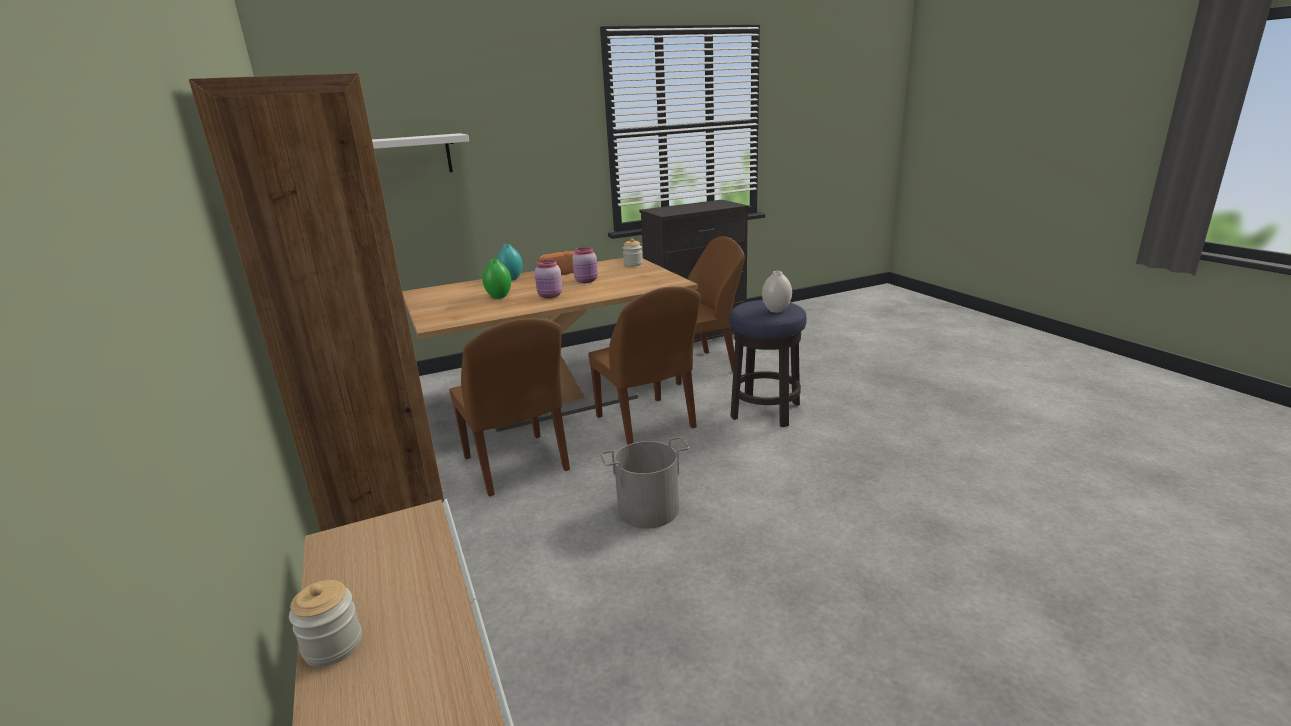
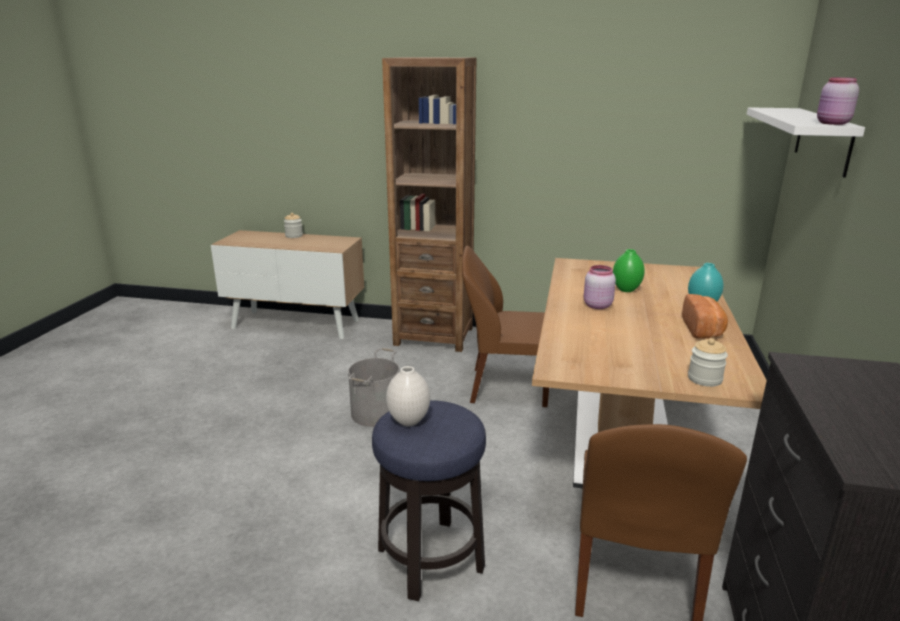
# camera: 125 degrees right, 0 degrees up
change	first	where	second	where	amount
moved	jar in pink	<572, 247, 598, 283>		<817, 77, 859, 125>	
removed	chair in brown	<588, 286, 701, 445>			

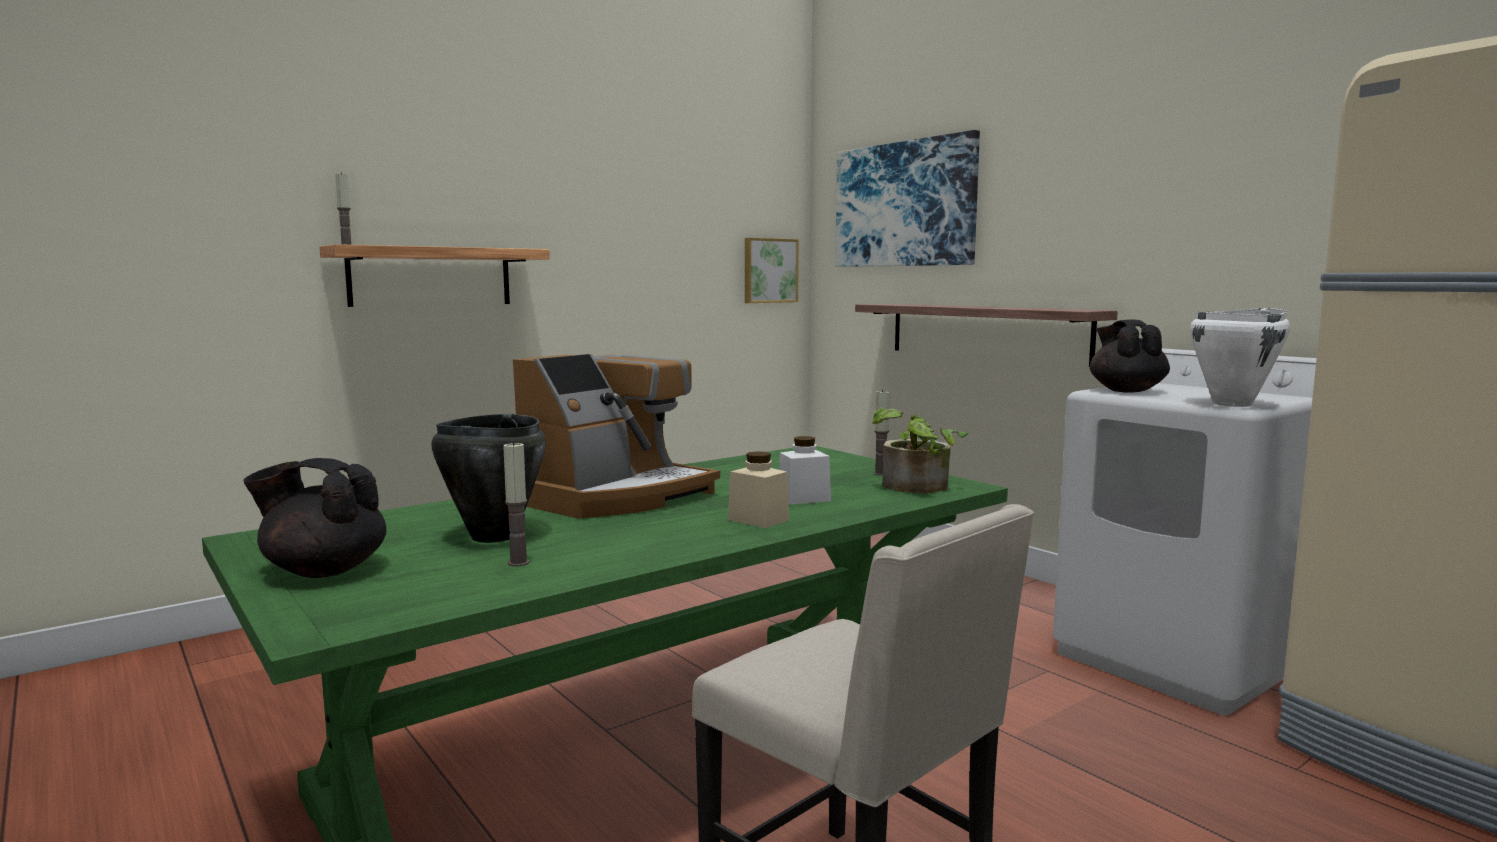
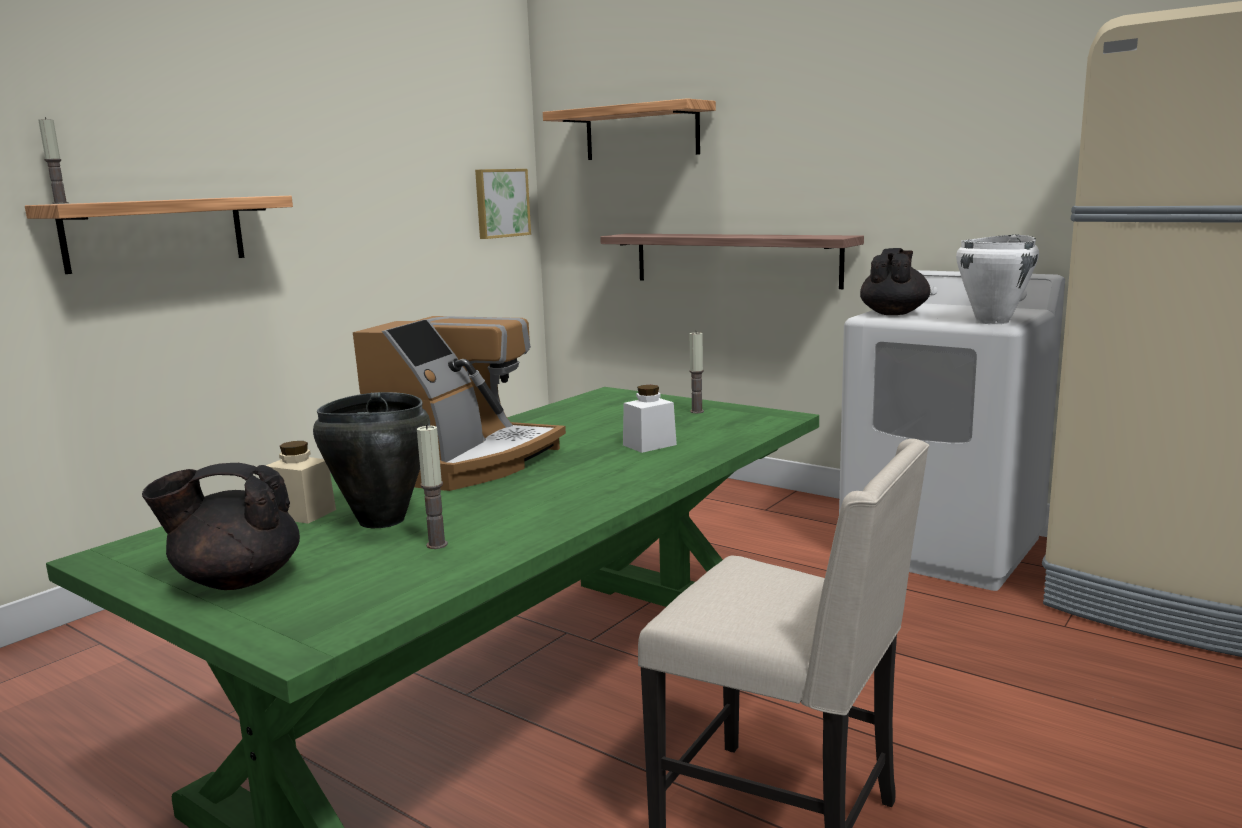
# camera: 15 degrees left, 5 degrees up
change	first	where	second	where	amount
replaced	picture	<835, 130, 980, 267>	shelf	<543, 98, 716, 160>	
turned	teapot in black	<1090, 320, 1170, 393>		<860, 248, 931, 315>	45 degrees clockwise
removed	potted plant	<872, 407, 969, 494>			
moved	jar in beige	<728, 451, 789, 529>		<266, 441, 336, 524>	

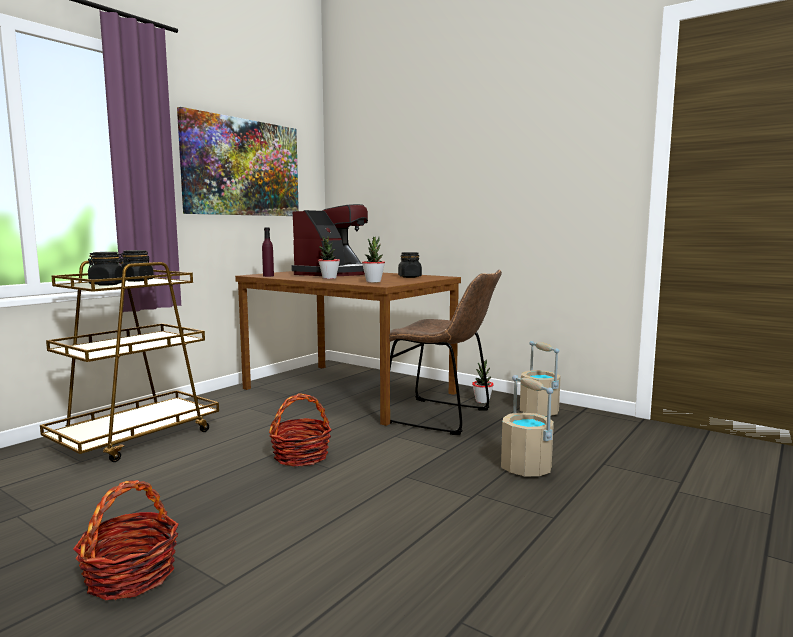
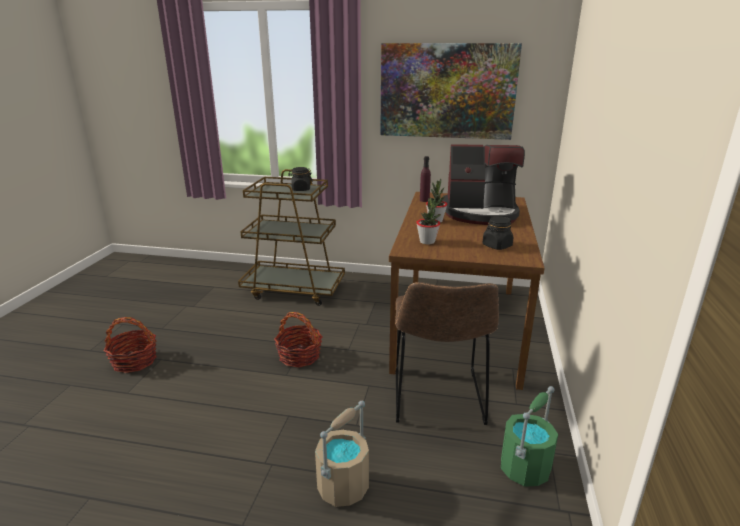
# camera: 65 degrees right, 15 degrees up
change	first	where	second	where	amount
removed	jar in black	<88, 252, 126, 286>			
recoloured	bucket in beige	<520, 341, 561, 416>	bucket in green	<501, 386, 558, 487>	
removed	potted plant	<472, 359, 494, 403>			

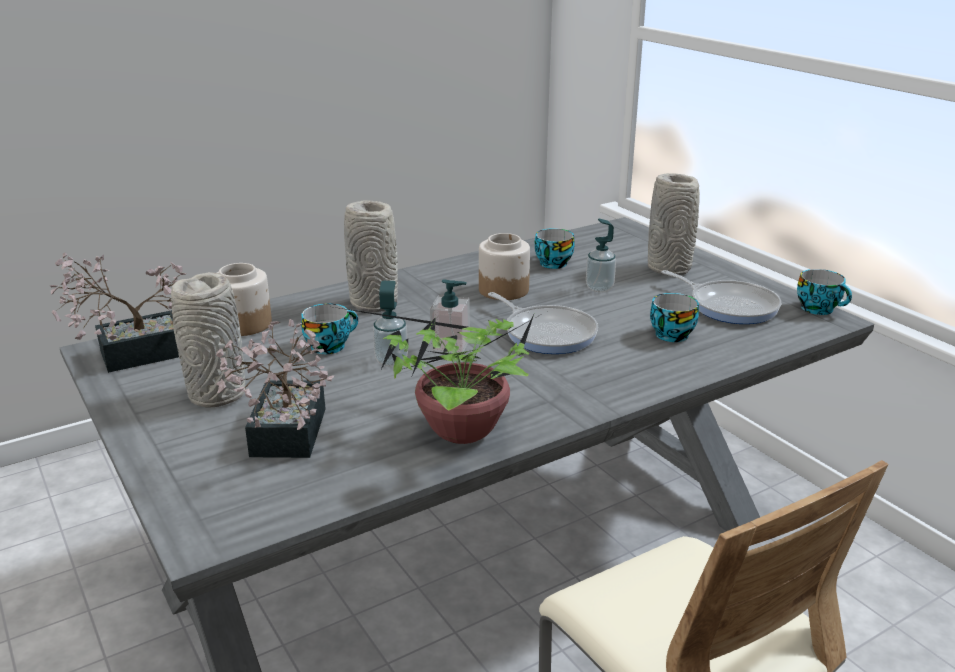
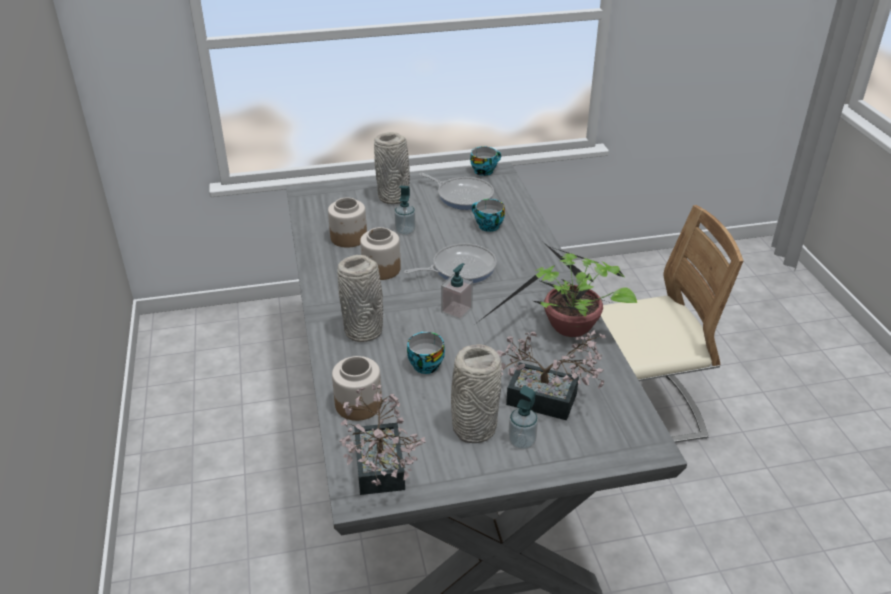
# camera: 70 degrees left, 10 degrees up
change	first	where	second	where	amount
replaced	cup	<534, 228, 575, 269>	jar	<328, 197, 367, 248>	
turned	frying pan	<661, 270, 781, 324>		<419, 173, 494, 210>	60 degrees clockwise
moved	soap dispenser	<373, 281, 408, 367>		<508, 385, 538, 450>	

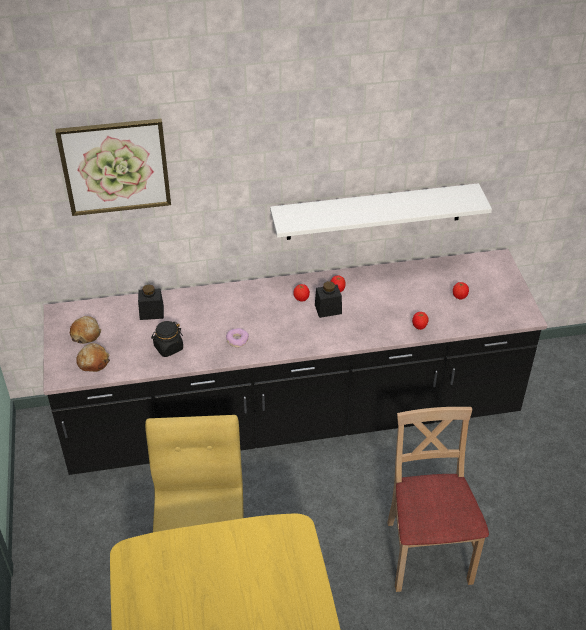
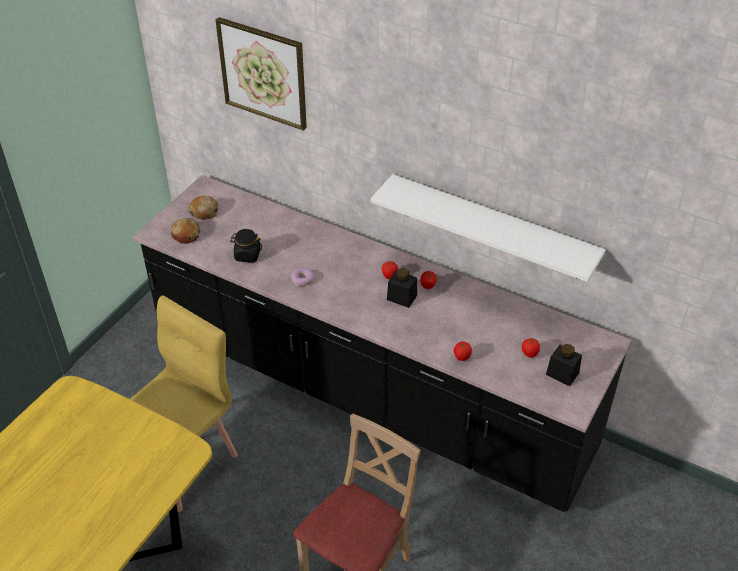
# camera: 40 degrees right, 0 degrees up
change	first	where	second	where	amount
moved	jar in black	<138, 284, 164, 320>		<546, 344, 582, 386>	

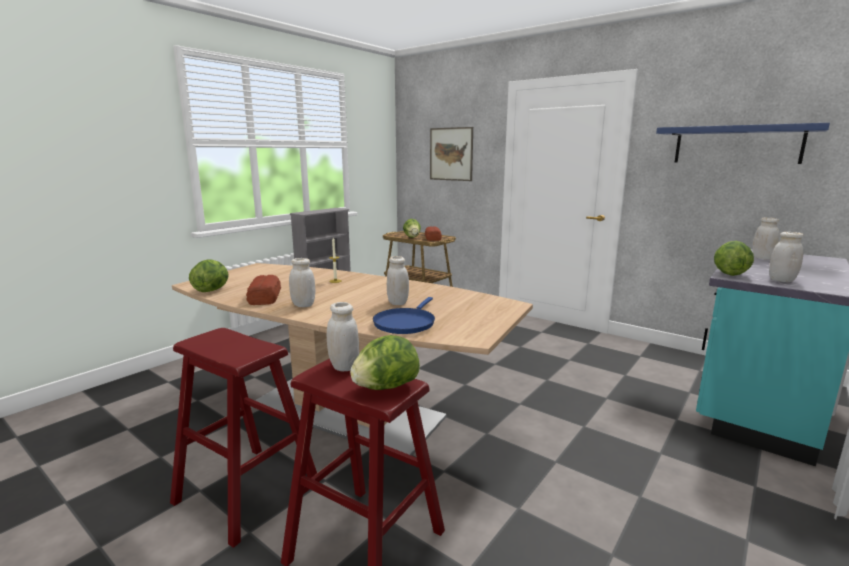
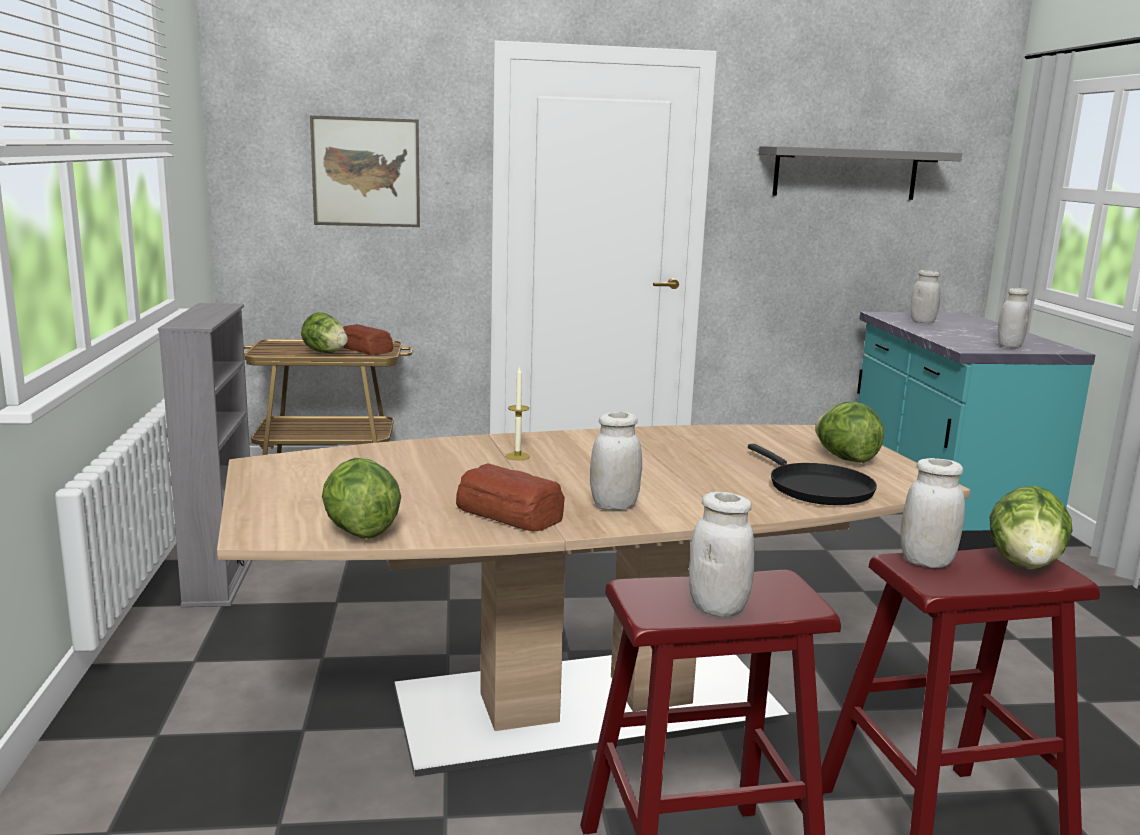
# camera: 45 degrees left, 0 degrees up
change	first	where	second	where	amount
recoloured	shelf in blue	<656, 123, 830, 164>	shelf in grey	<759, 146, 962, 200>	
moved	lettuce	<714, 241, 754, 276>		<815, 401, 884, 463>	
moved	jar in white	<387, 256, 409, 305>		<689, 491, 755, 617>	
recoloured	frying pan in blue	<373, 297, 435, 334>	frying pan in black	<748, 444, 877, 505>	

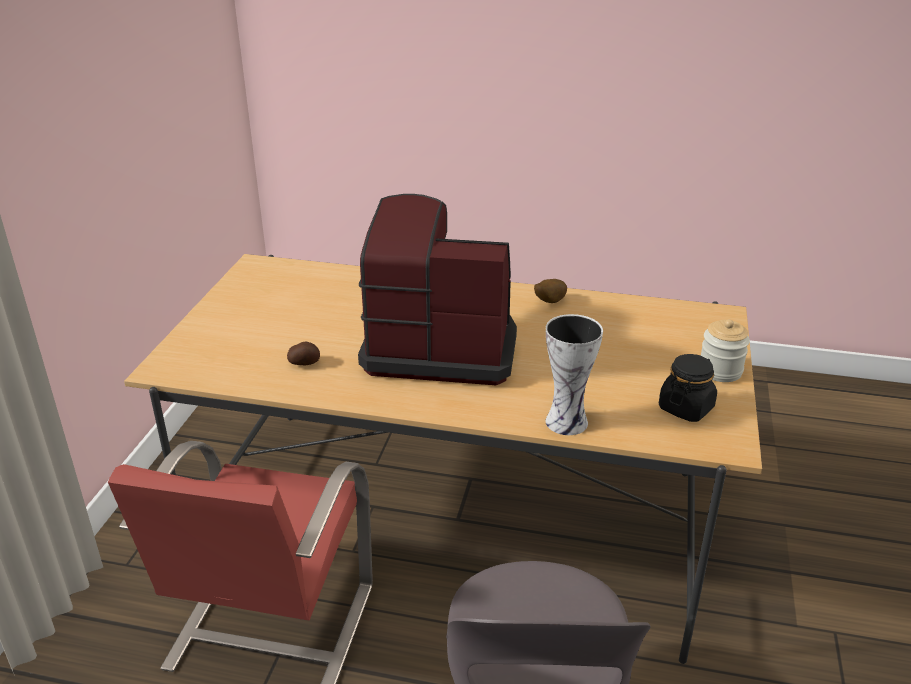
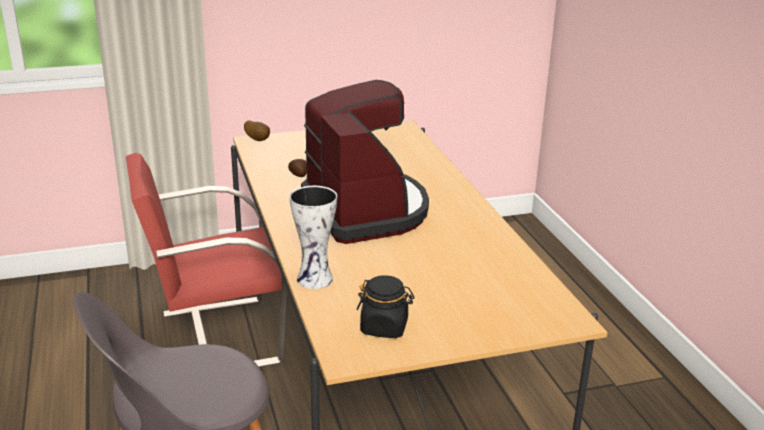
# camera: 60 degrees right, 5 degrees down
change	first	where	second	where	amount
moved	potato	<534, 279, 567, 303>		<244, 121, 270, 141>	
removed	jar	<701, 319, 750, 382>			

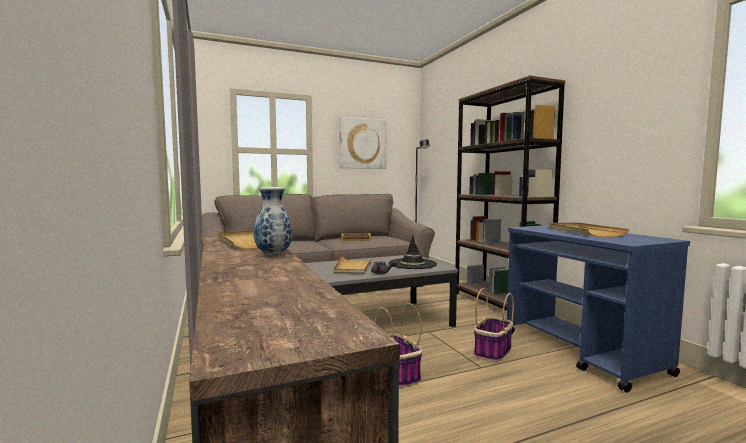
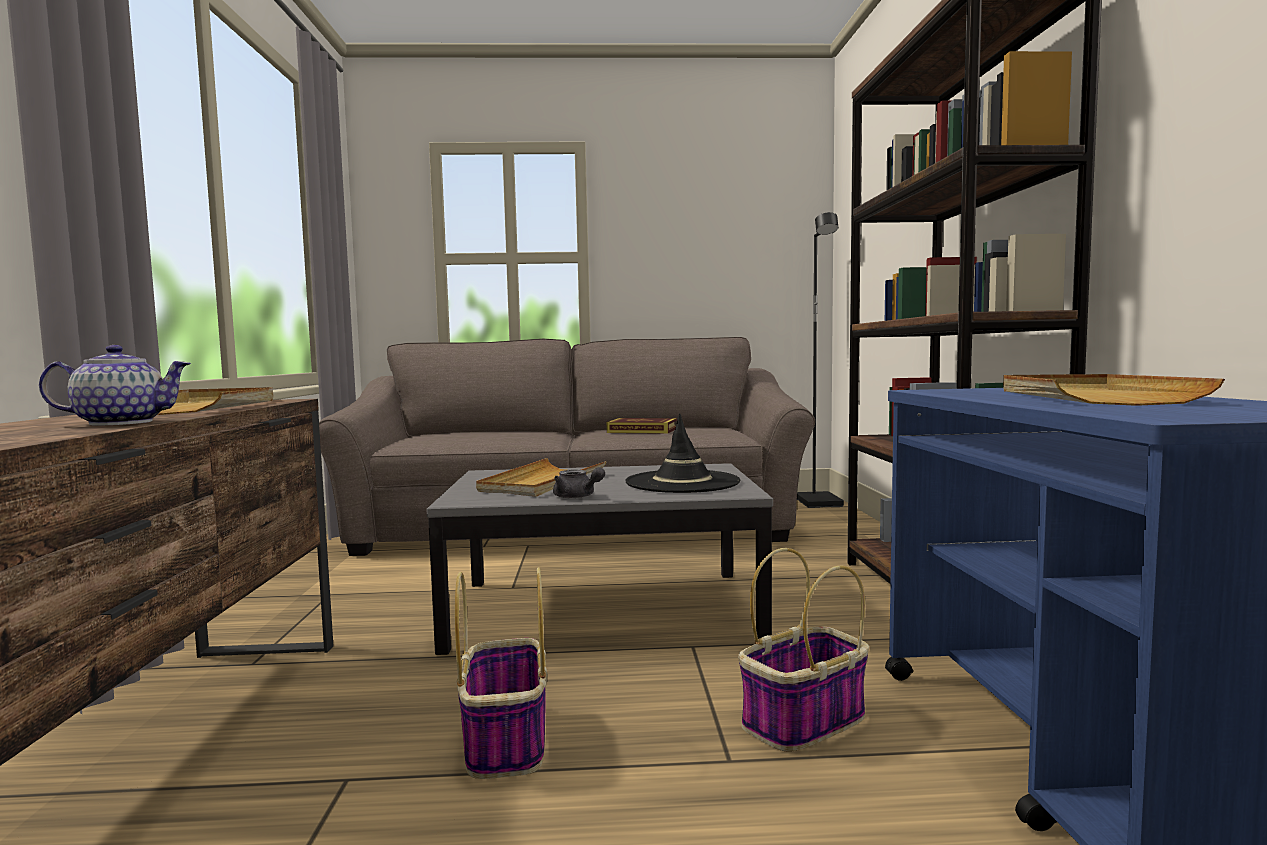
# camera: 20 degrees right, 0 degrees up
change	first	where	second	where	amount
removed	picture	<339, 117, 386, 169>			
replaced	vase	<254, 187, 293, 255>	teapot	<39, 345, 191, 425>	

